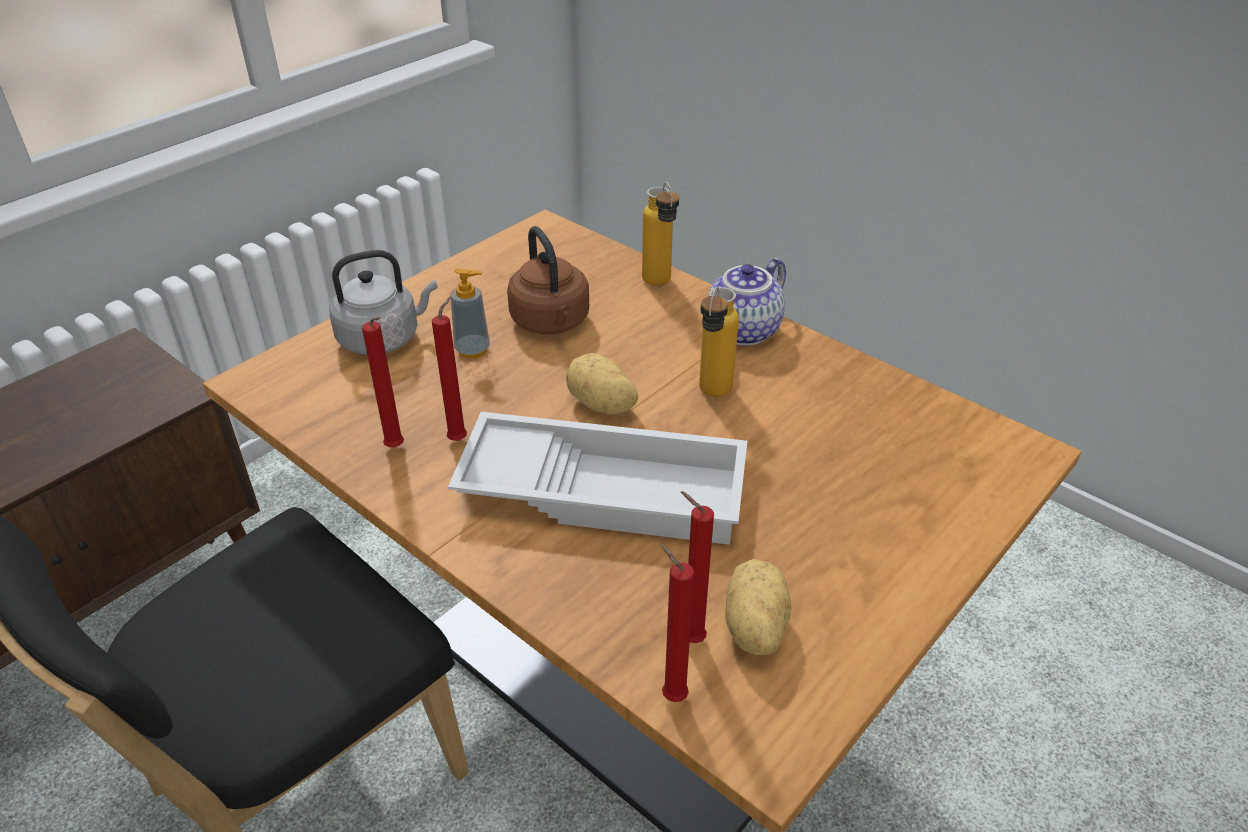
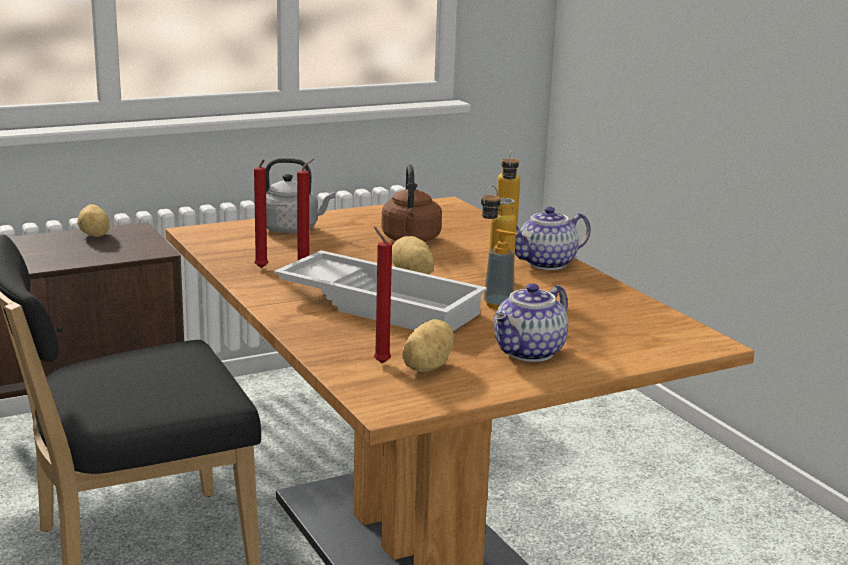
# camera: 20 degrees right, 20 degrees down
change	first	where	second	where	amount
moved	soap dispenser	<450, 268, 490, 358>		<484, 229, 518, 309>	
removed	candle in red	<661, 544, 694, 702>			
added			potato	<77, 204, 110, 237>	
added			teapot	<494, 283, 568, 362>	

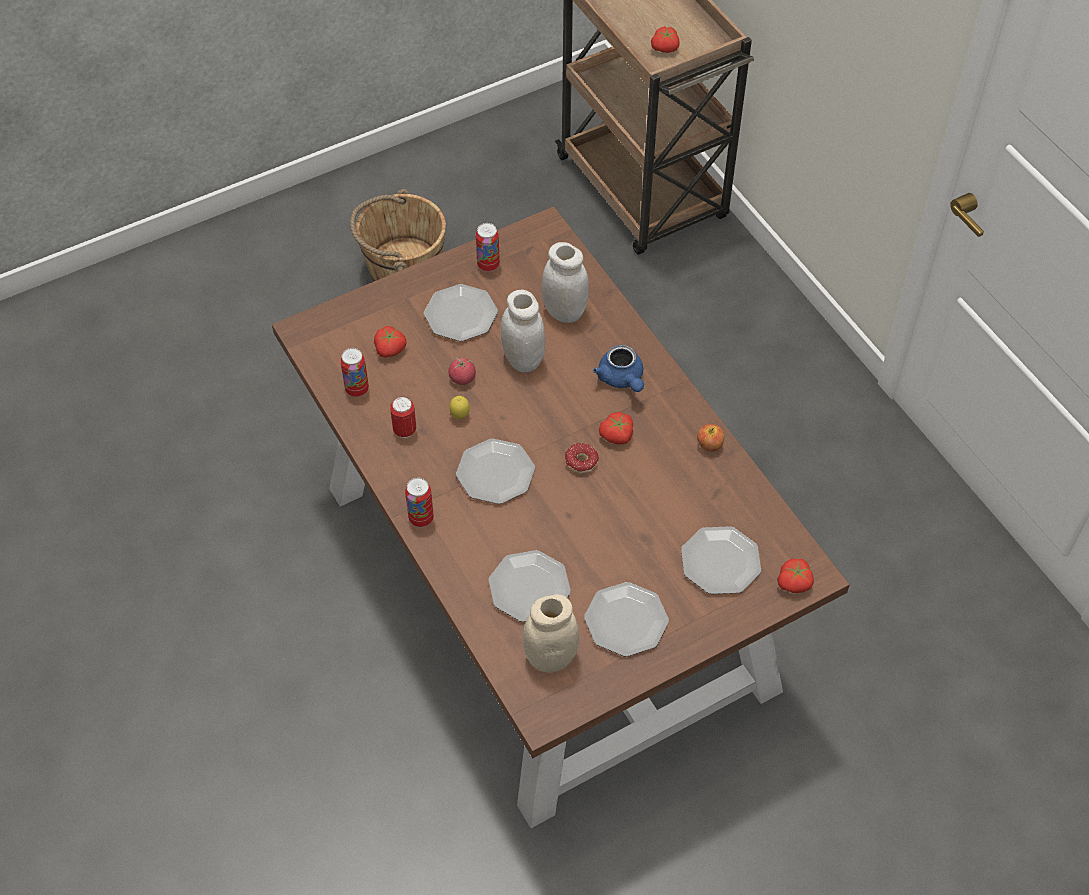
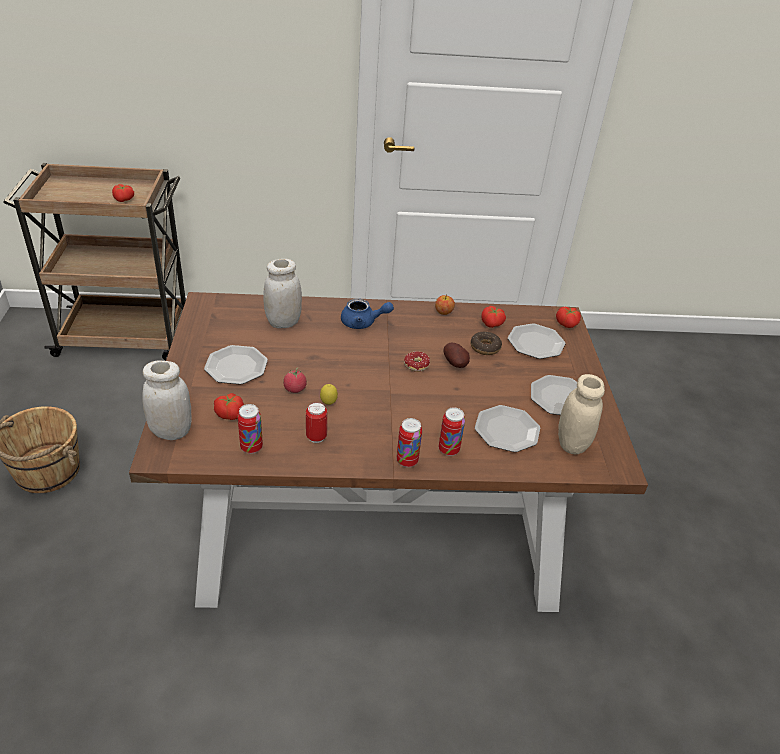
# camera: 65 degrees left, 15 degrees down
change	first	where	second	where	amount
moved	can	<476, 223, 500, 272>		<439, 407, 465, 456>	
moved	jar in white	<501, 290, 545, 372>		<142, 360, 192, 440>	
moved	tomato	<599, 412, 633, 444>		<481, 306, 506, 328>	
removed	plate	<456, 439, 535, 504>			
added			donut	<470, 331, 502, 355>	
added			potato	<444, 343, 470, 368>	

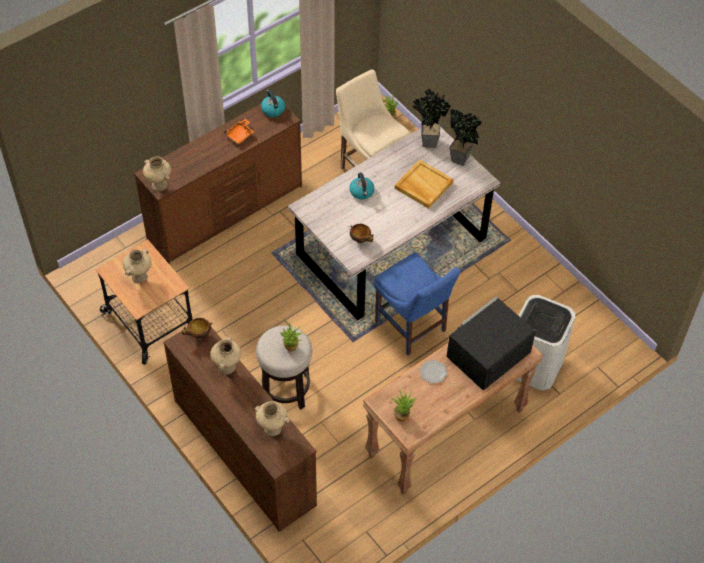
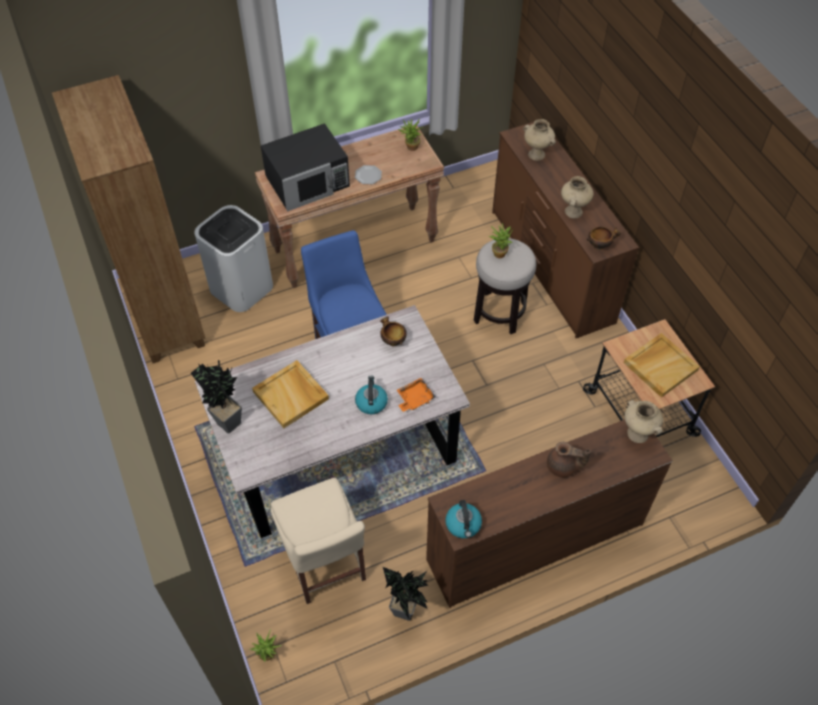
# camera: 165 degrees left, 0 degrees up
change	first	where	second	where	amount
moved	potted plant	<413, 89, 451, 148>		<383, 567, 429, 621>	
moved	tray in orange	<224, 119, 254, 144>		<397, 378, 436, 412>	
replaced	vase in beige	<123, 249, 152, 283>	tray in beige	<624, 333, 700, 398>	
added			bookcase in brown	<52, 75, 205, 363>	
added			teapot in brown	<547, 442, 591, 478>	

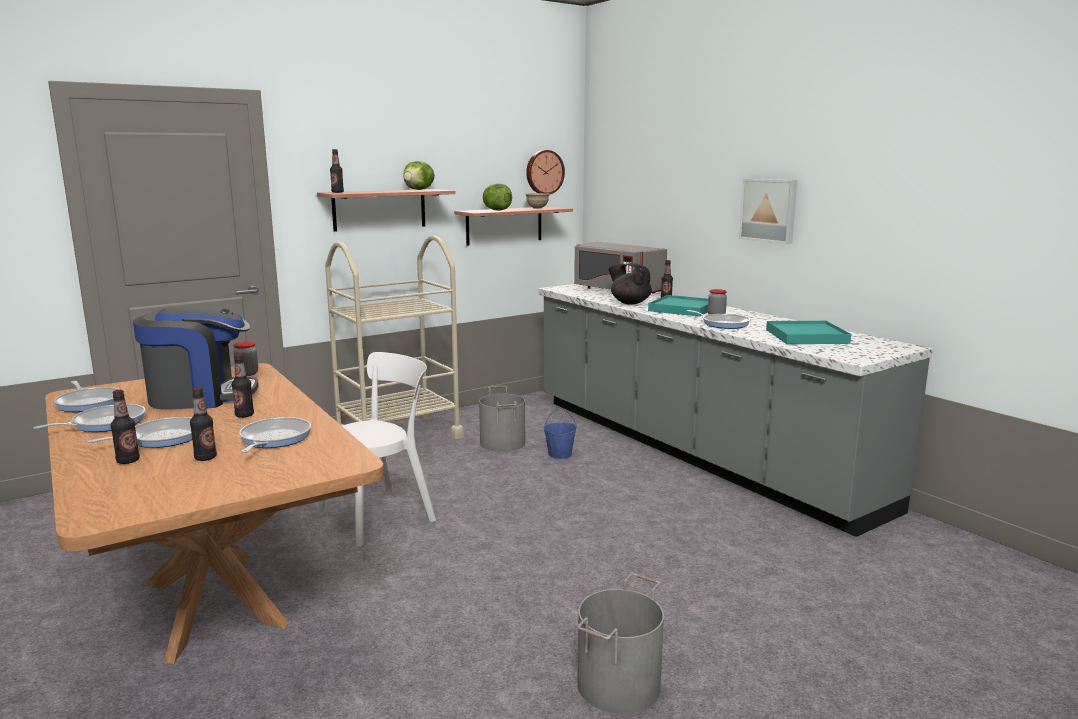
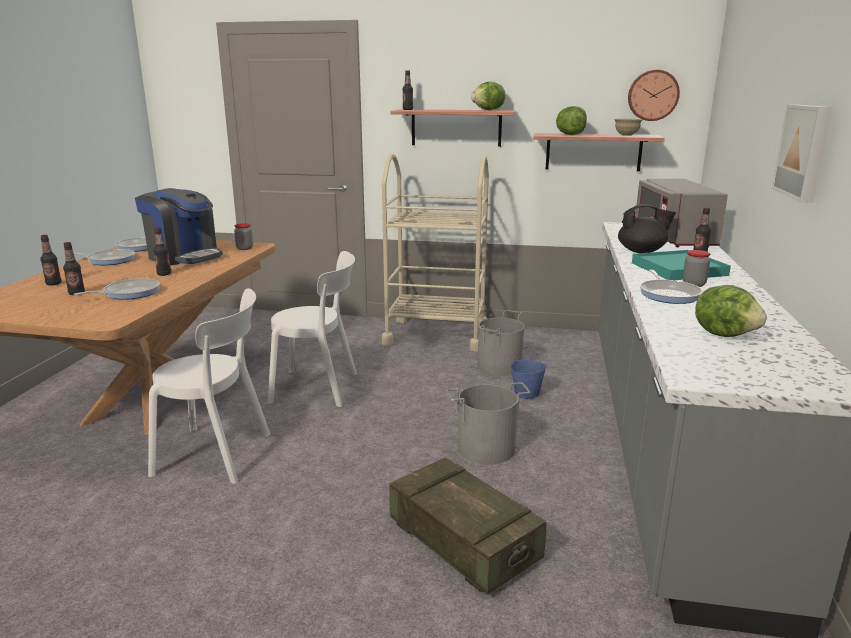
# camera: 45 degrees right, 5 degrees up
change	first	where	second	where	amount
turned	teapot in black	<608, 263, 652, 304>		<618, 204, 676, 253>	105 degrees clockwise
replaced	tray in turquoise	<766, 321, 851, 344>	lettuce	<695, 285, 767, 337>	
removed	frying pan	<87, 417, 192, 448>			
moved	bucket in grey	<577, 573, 664, 714>		<446, 382, 530, 464>	
added			chair in white	<148, 288, 270, 484>	
added			crate	<389, 458, 547, 595>	

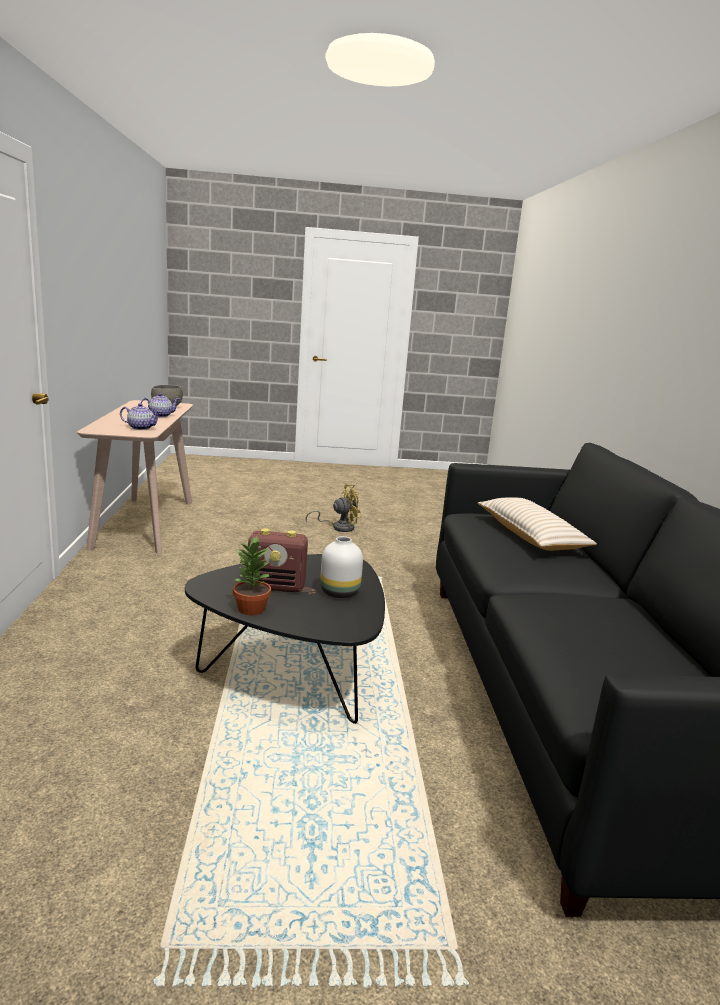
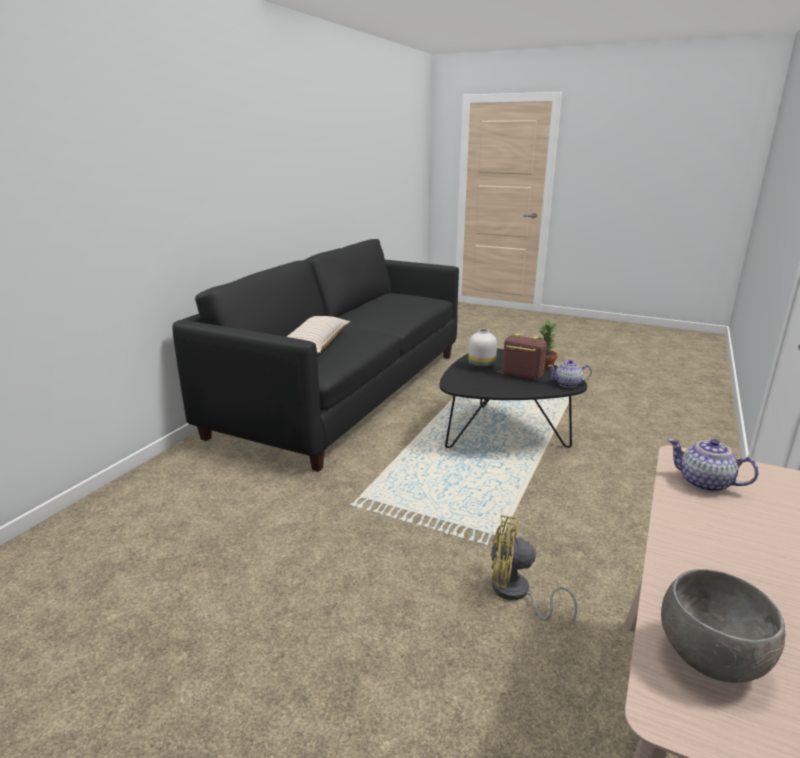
# camera: 150 degrees left, 5 degrees up
change	first	where	second	where	amount
moved	teapot	<141, 393, 179, 417>		<548, 360, 592, 388>	
moved	fan in yellow	<305, 484, 362, 532>		<491, 515, 577, 621>	

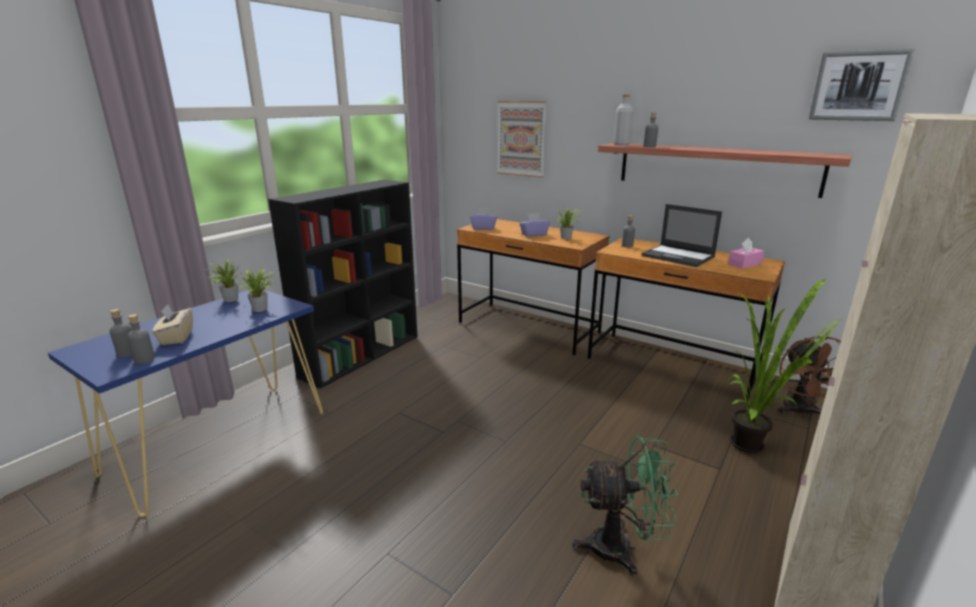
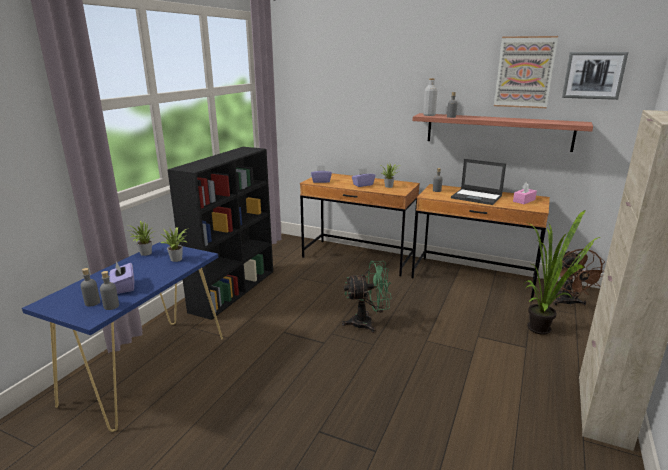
# camera: 10 degrees left, 0 degrees up
change	first	where	second	where	amount
moved	picture	<497, 101, 547, 178>		<494, 36, 558, 108>	
recoloured	tissue box in beige	<152, 304, 193, 345>	tissue box in purple	<109, 261, 134, 294>	
moved	fan in green	<573, 436, 679, 576>		<342, 261, 392, 333>	

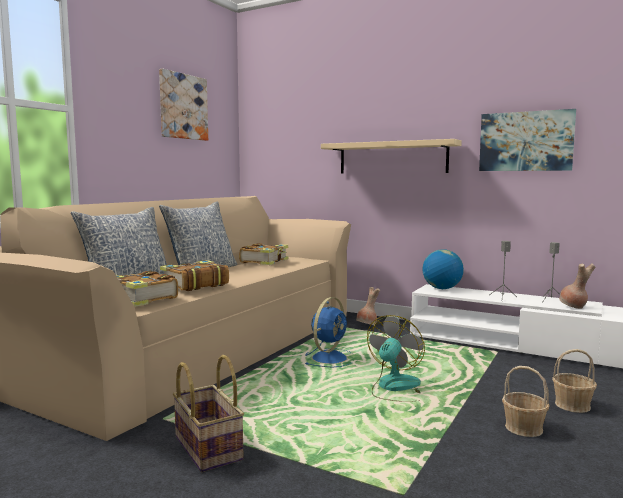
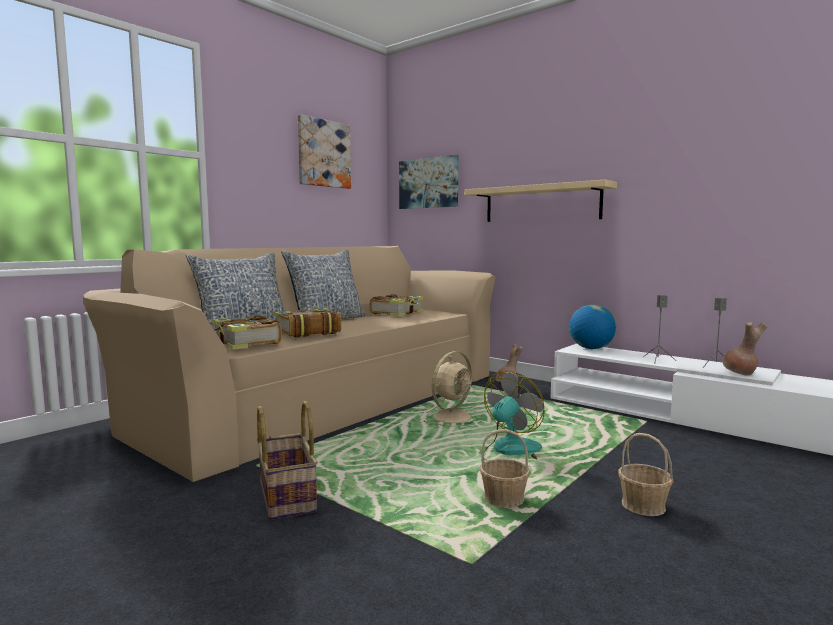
# camera: 10 degrees right, 0 degrees up
change	first	where	second	where	amount
moved	picture	<479, 109, 576, 171>		<399, 155, 459, 209>	
recoloured	fan in blue	<305, 297, 353, 368>	fan in beige	<424, 351, 476, 427>	
moved	basket	<552, 349, 597, 413>		<480, 429, 530, 508>	

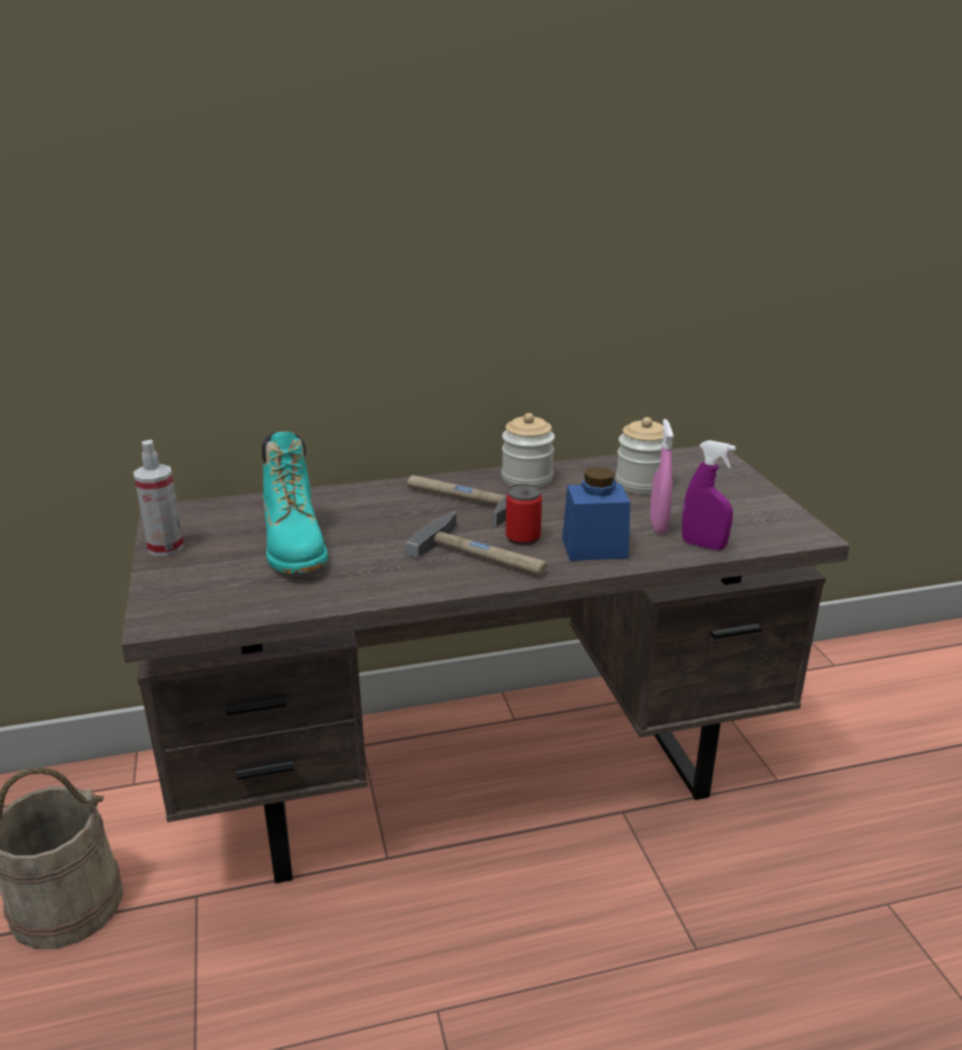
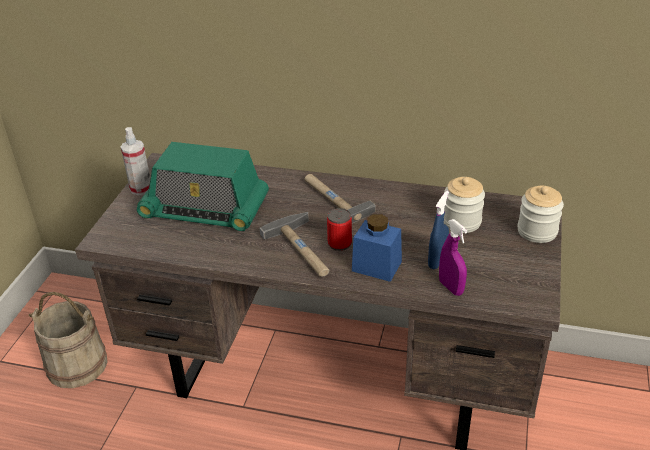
# camera: 30 degrees right, 10 degrees up
change	first	where	second	where	amount
moved	jar	<502, 413, 555, 488>		<518, 186, 564, 243>	
recoloured	spray bottle in pink	<650, 419, 673, 534>	spray bottle in blue	<428, 191, 449, 269>	
replaced	boot in turquoise	<262, 431, 328, 574>	radio	<137, 142, 269, 231>	

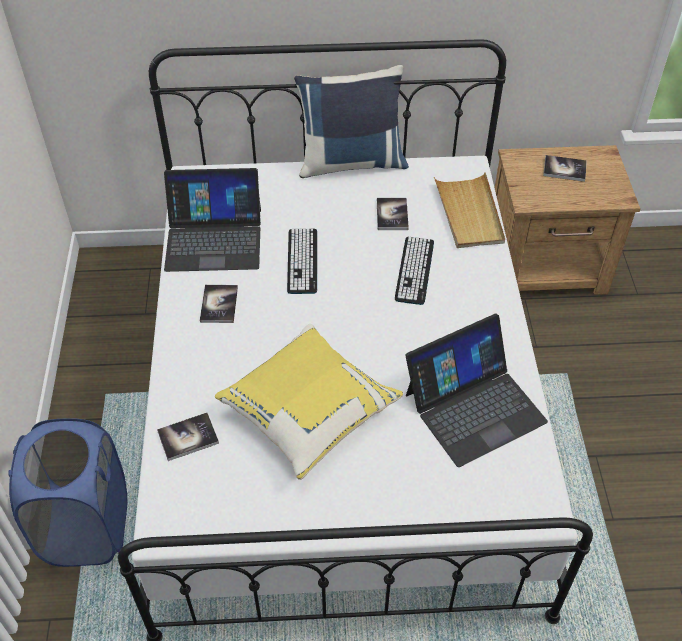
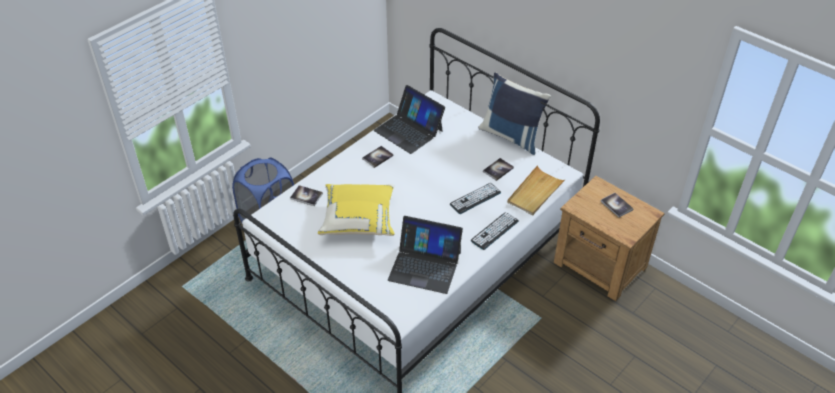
# camera: 45 degrees right, 5 degrees down
change	first	where	second	where	amount
moved	keyboard	<287, 229, 317, 294>		<471, 212, 519, 250>	

